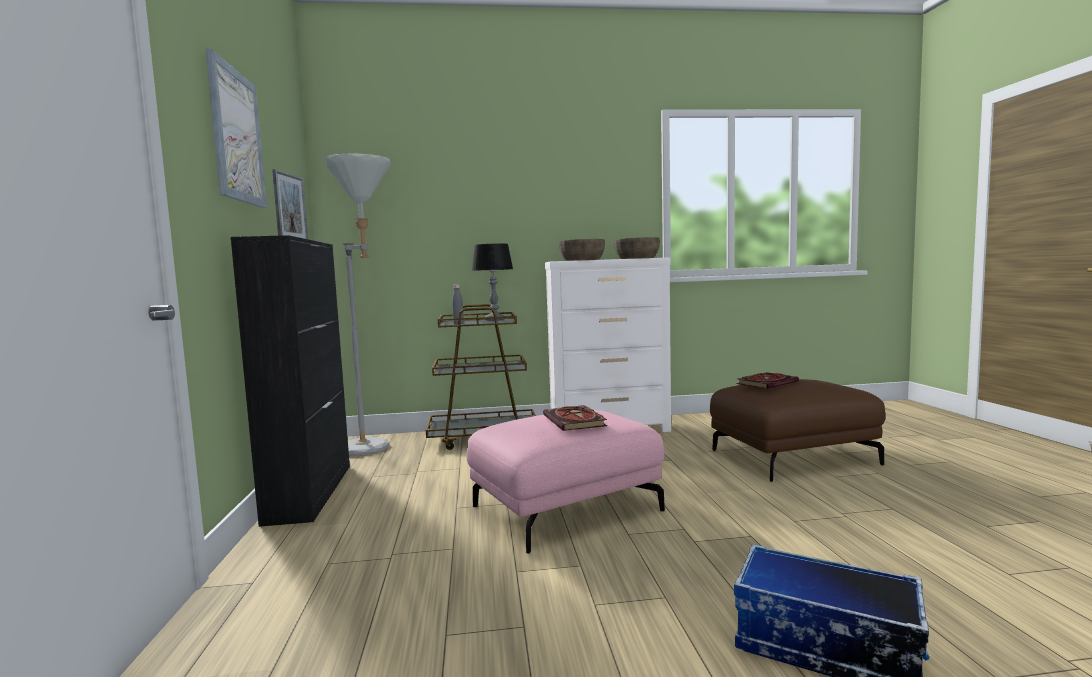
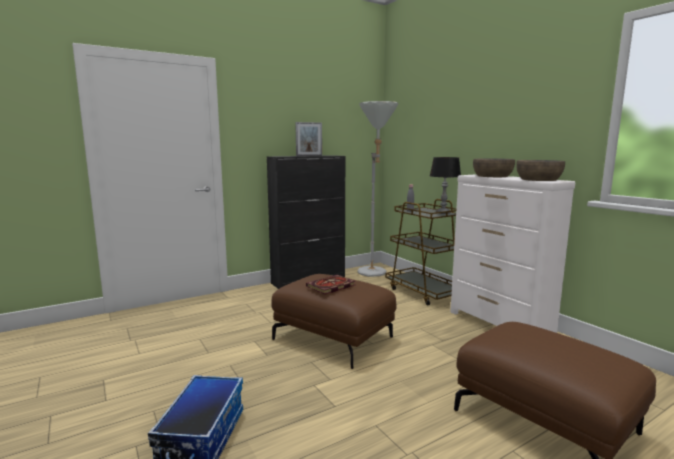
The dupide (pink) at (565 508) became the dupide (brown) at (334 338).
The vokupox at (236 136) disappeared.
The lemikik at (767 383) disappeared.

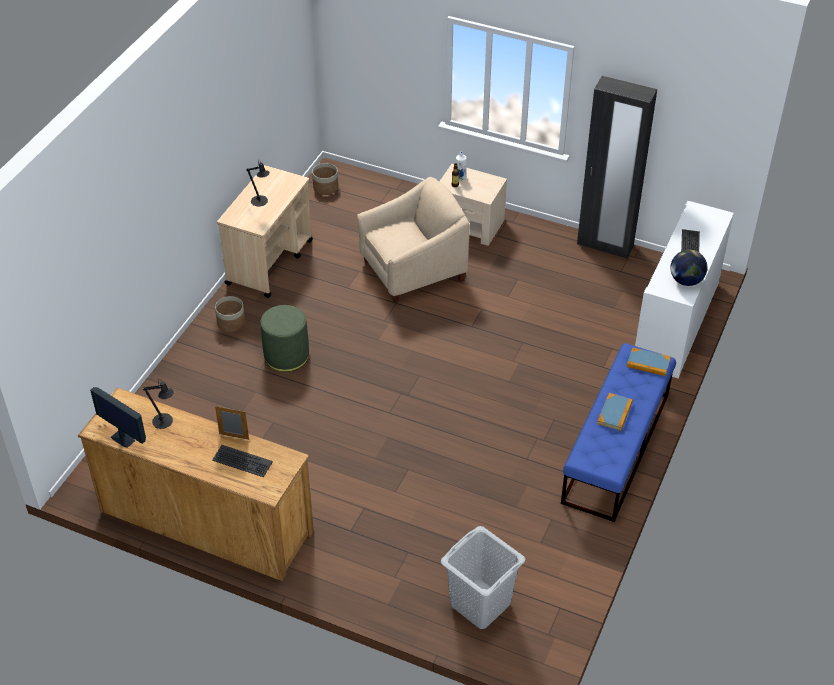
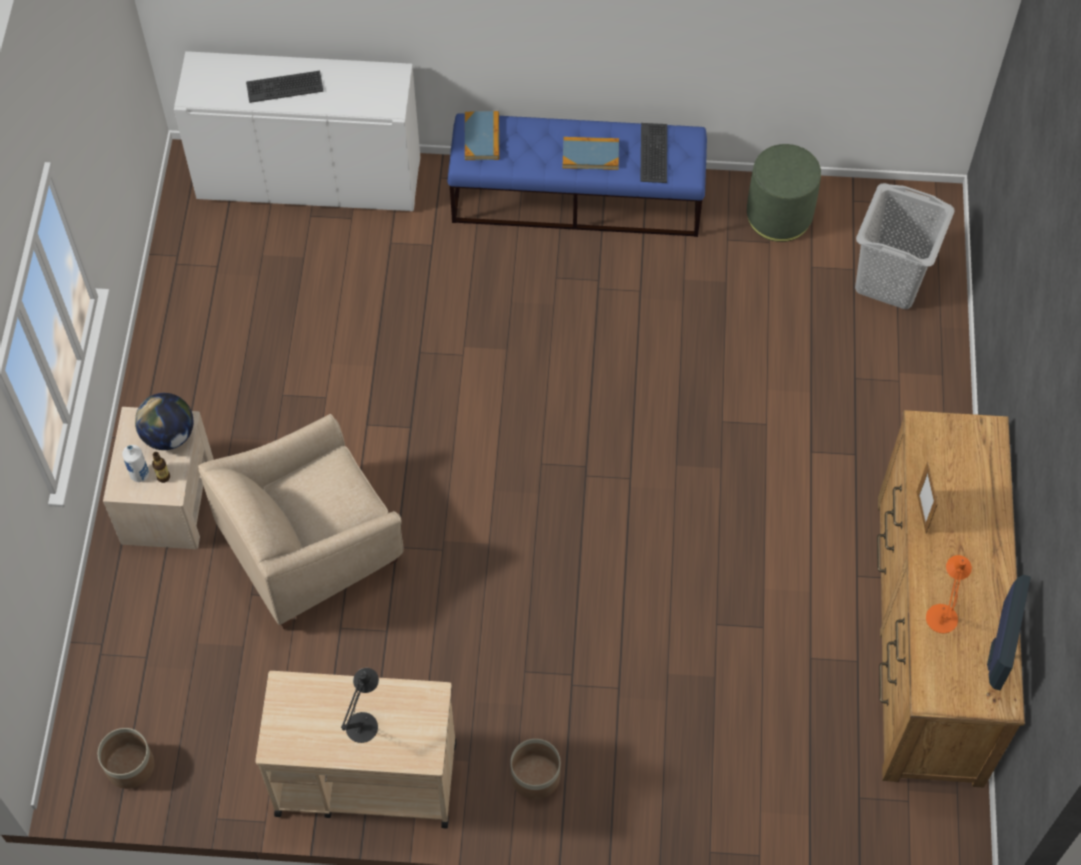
The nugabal moved from (686 281) to (169 435).
The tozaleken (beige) at (413 270) turned 75 degrees counterclockwise.
The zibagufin moved from (242 461) to (654 153).
The dupide (green) moved from (286 356) to (779 215).
The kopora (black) at (165 422) became the kopora (orange) at (942 614).
The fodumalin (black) at (605 245) disappeared.

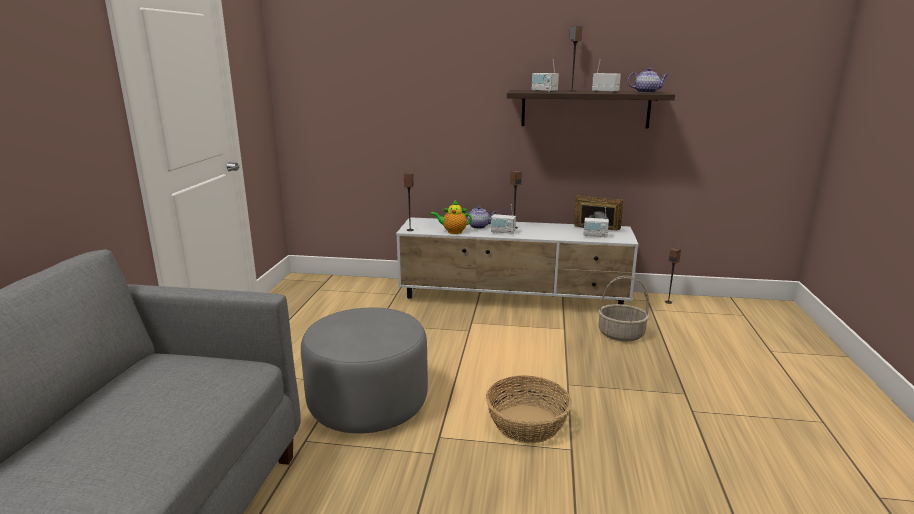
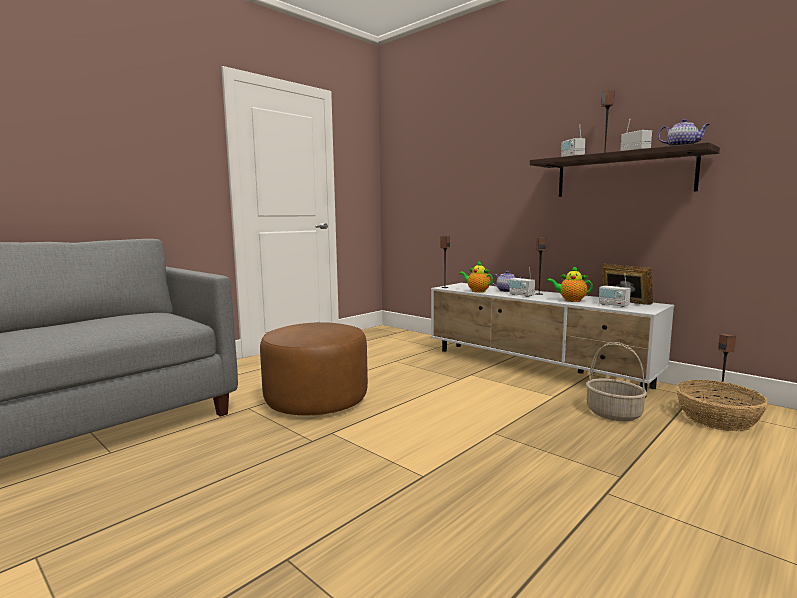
The dupide (grey) at (368 403) became the dupide (brown) at (316 401).
The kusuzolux at (570 300) appeared.
The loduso moved from (527 423) to (718 419).

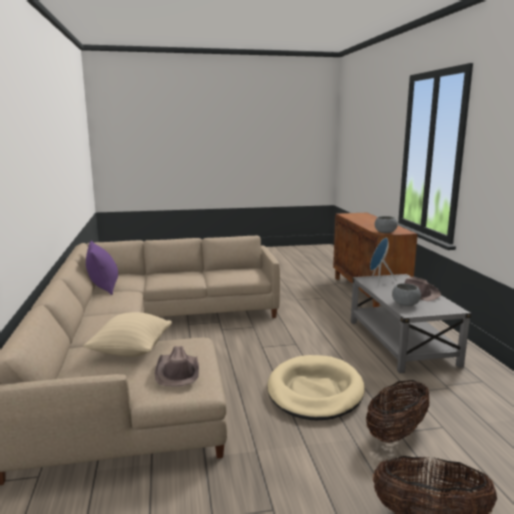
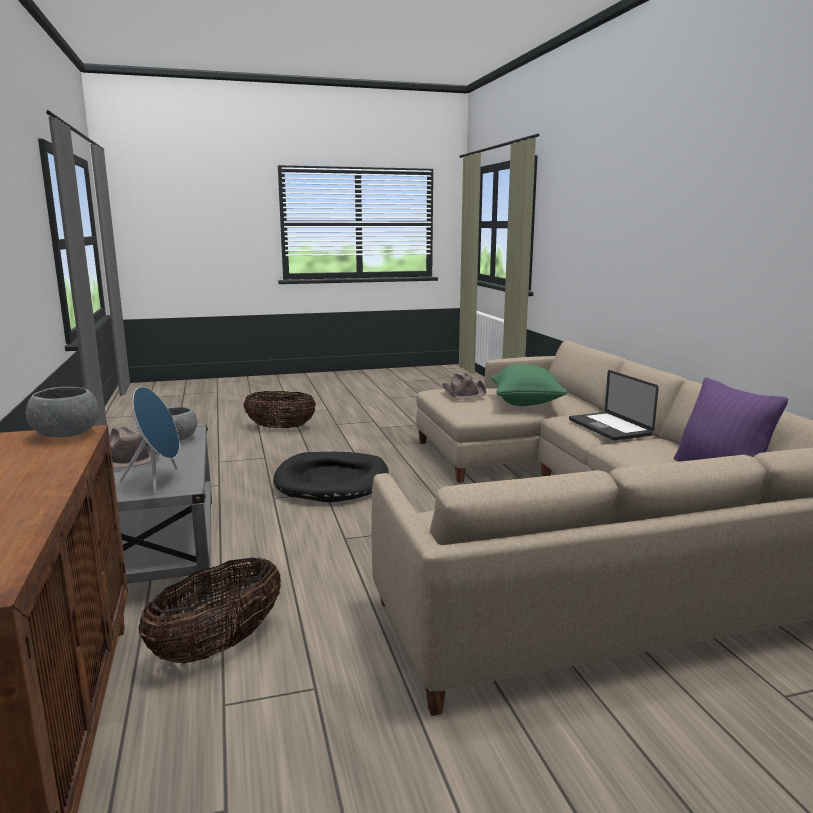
The loduso moved from (396 433) to (218 646).
The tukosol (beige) at (315 391) became the tukosol (black) at (332 481).
The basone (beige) at (131 351) became the basone (green) at (526 403).
The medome at (609 427) appeared.

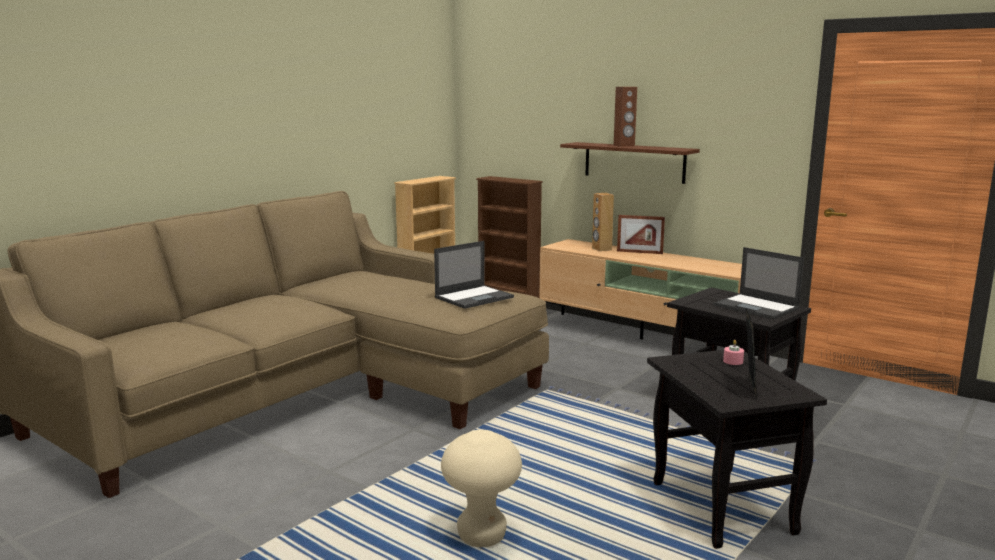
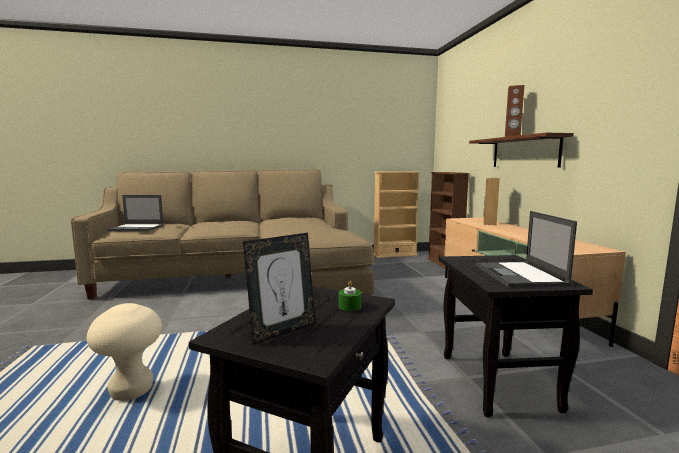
The medome moved from (474 297) to (137 228).
The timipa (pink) at (733 361) became the timipa (green) at (349 306).
The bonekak at (639 252) disappeared.

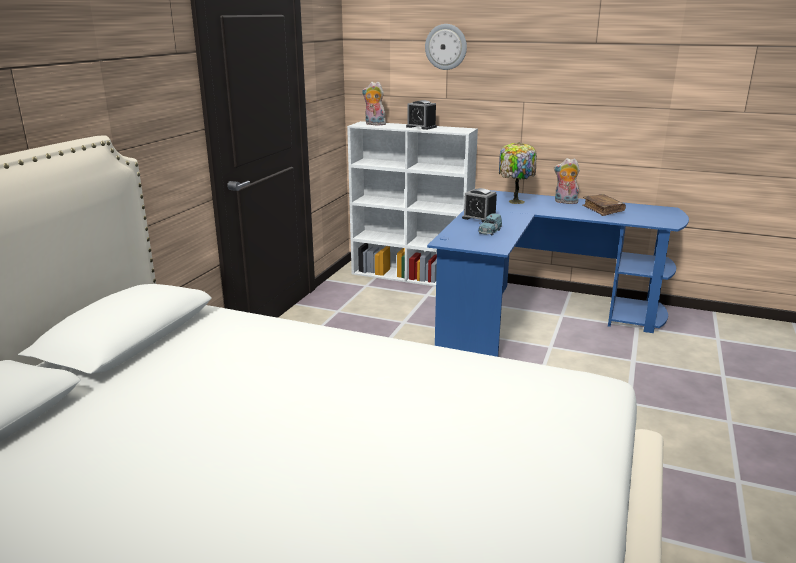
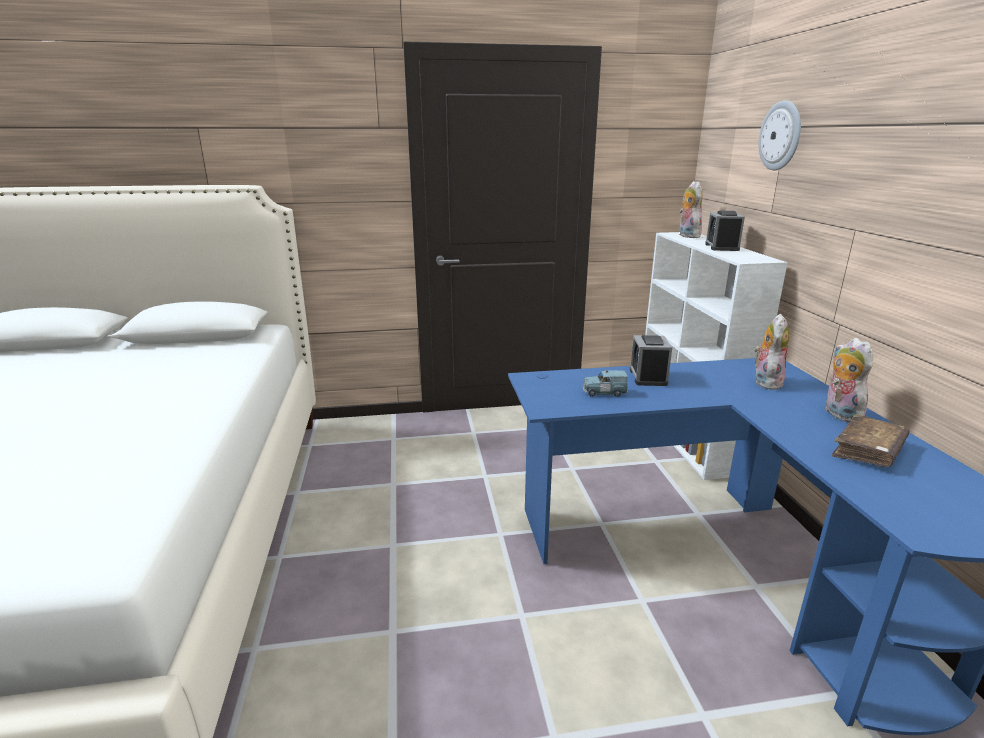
The kopora at (515 201) was replaced by the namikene at (765 382).

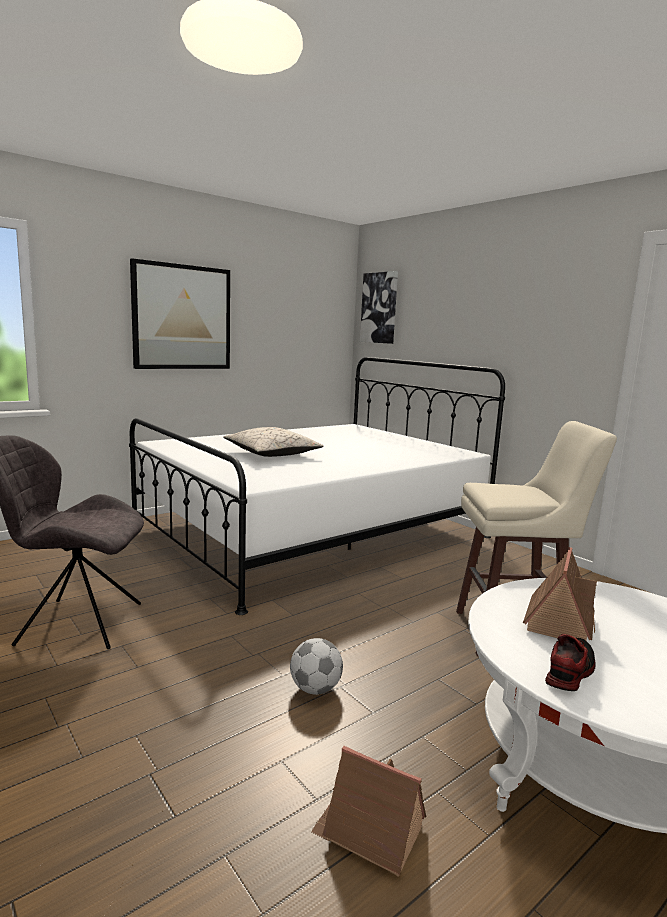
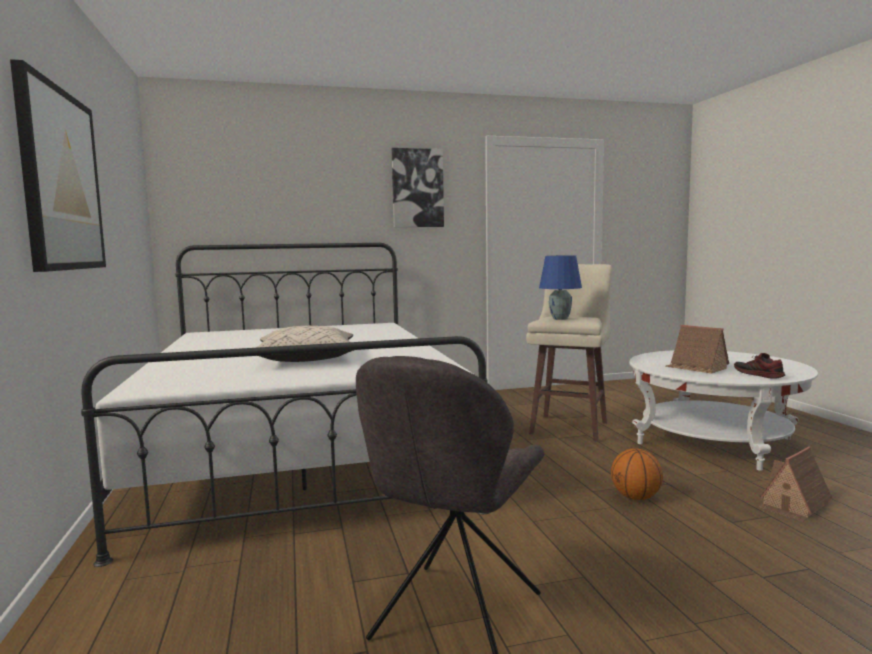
The vokupox moved from (379 308) to (417 188).
The kopora (blue) at (559 319) appeared.
The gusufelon at (315 689) was replaced by the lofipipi at (636 497).

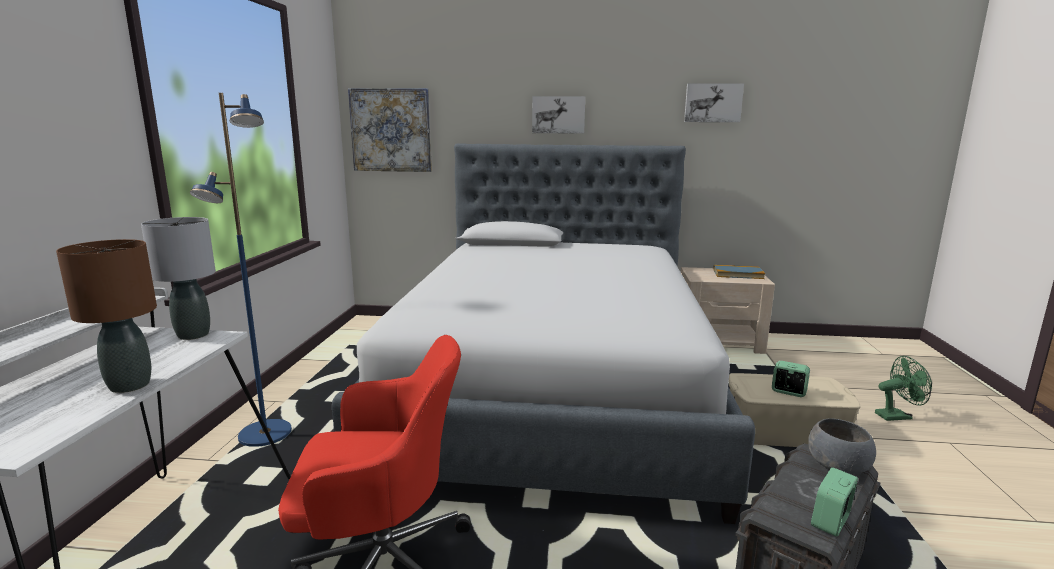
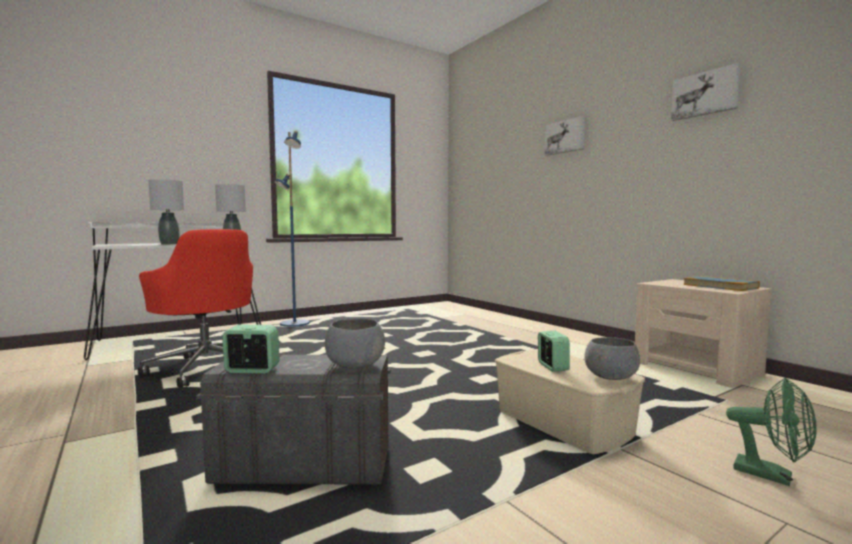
The kopora (brown) at (129 386) became the kopora (grey) at (169 244).
The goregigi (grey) at (610 377) appeared.
The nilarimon at (553 389) disappeared.
The vokupox at (391 130) disappeared.

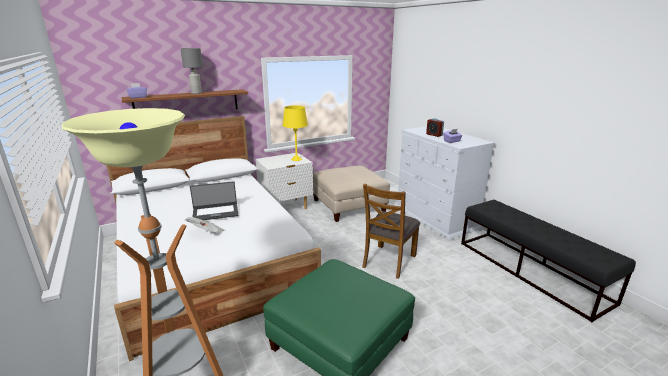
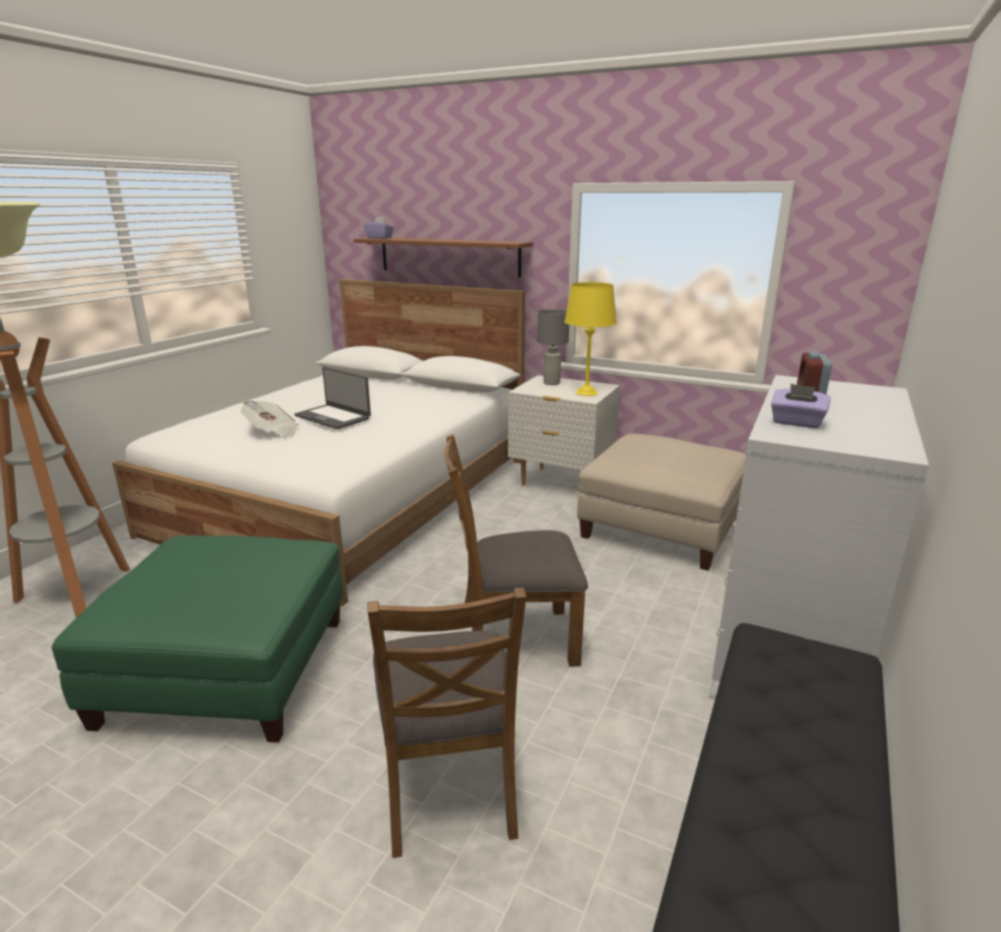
The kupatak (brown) at (448 784) appeared.
The kopora (grey) moved from (196 93) to (551 383).

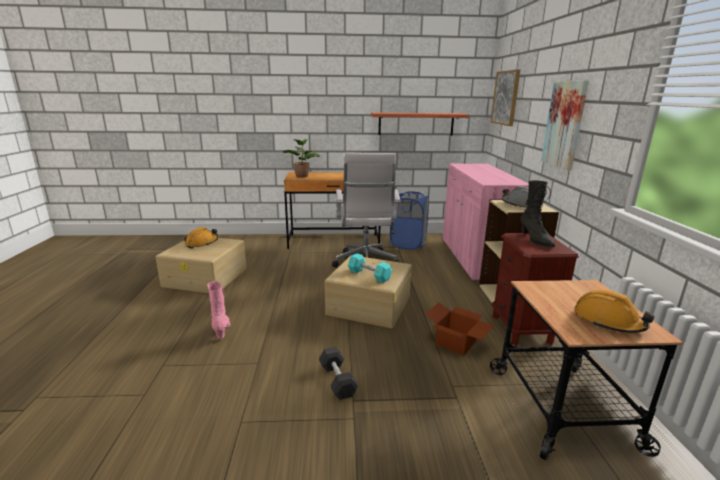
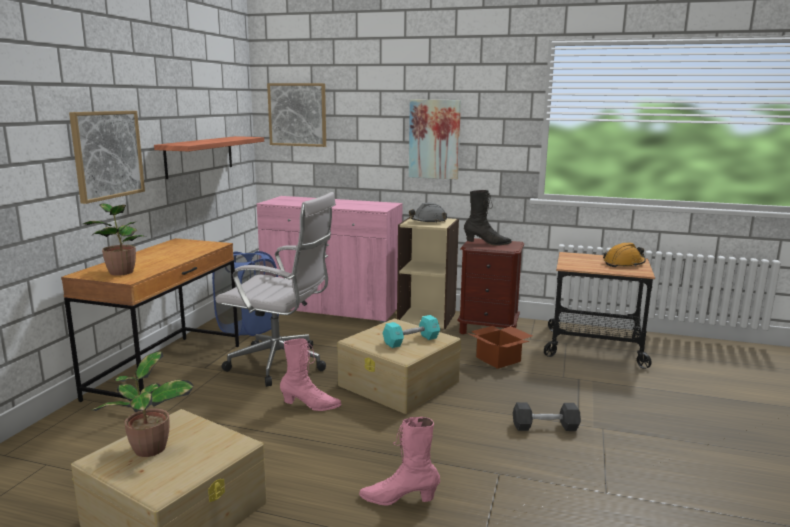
The vokupox at (107 154) appeared.
The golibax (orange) at (202 243) was replaced by the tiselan at (149 450).
The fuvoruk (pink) at (310 405) appeared.

